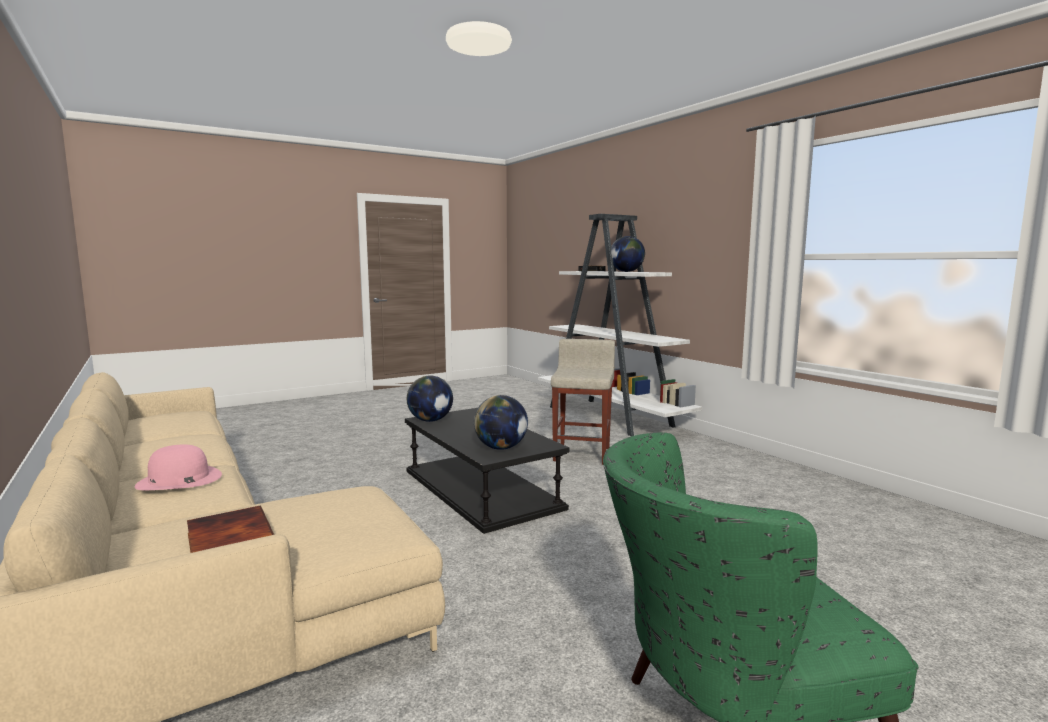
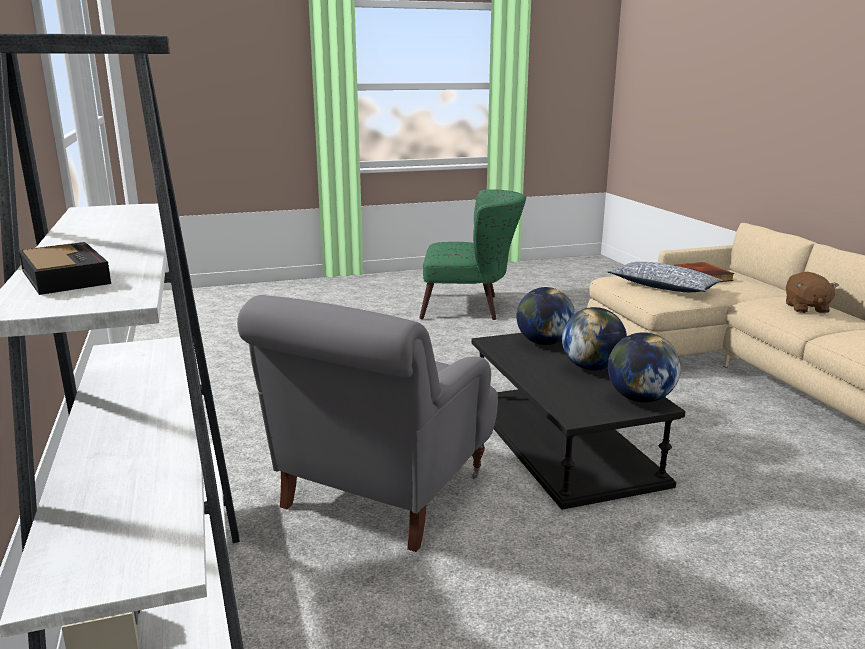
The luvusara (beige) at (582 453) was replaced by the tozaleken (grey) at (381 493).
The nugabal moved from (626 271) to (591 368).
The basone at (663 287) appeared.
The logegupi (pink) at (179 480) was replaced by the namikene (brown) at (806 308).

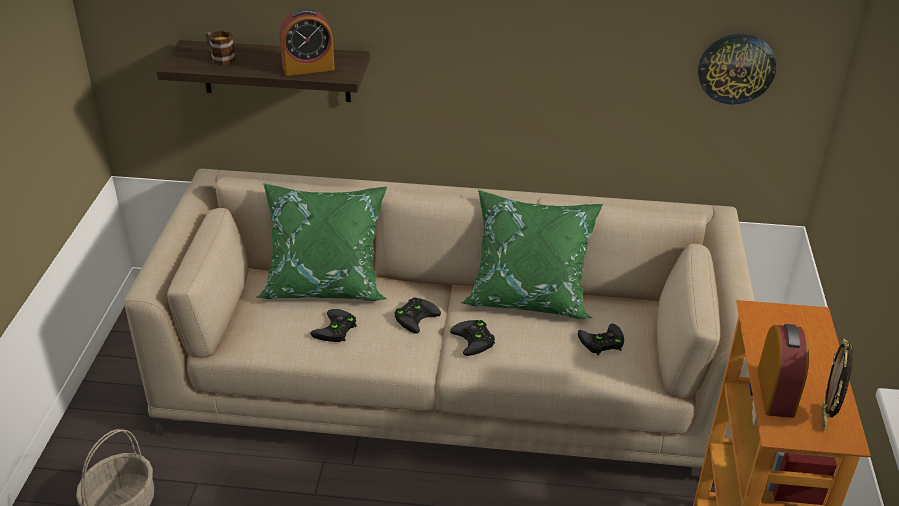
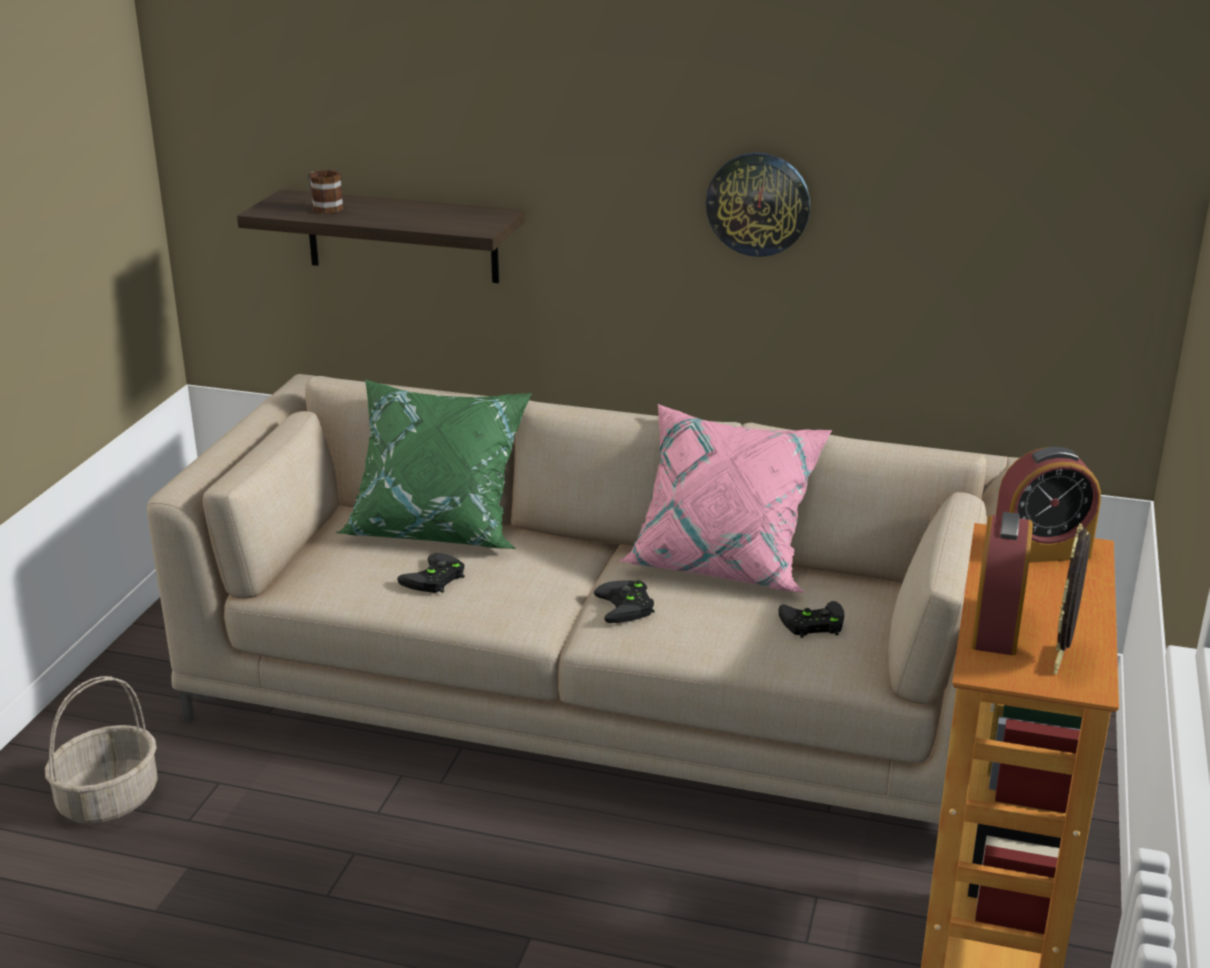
The basone (green) at (529 295) became the basone (pink) at (722 562).
The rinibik moved from (736 68) to (758 204).
The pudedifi moved from (308 68) to (1041 551).
The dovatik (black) at (415 316) disappeared.

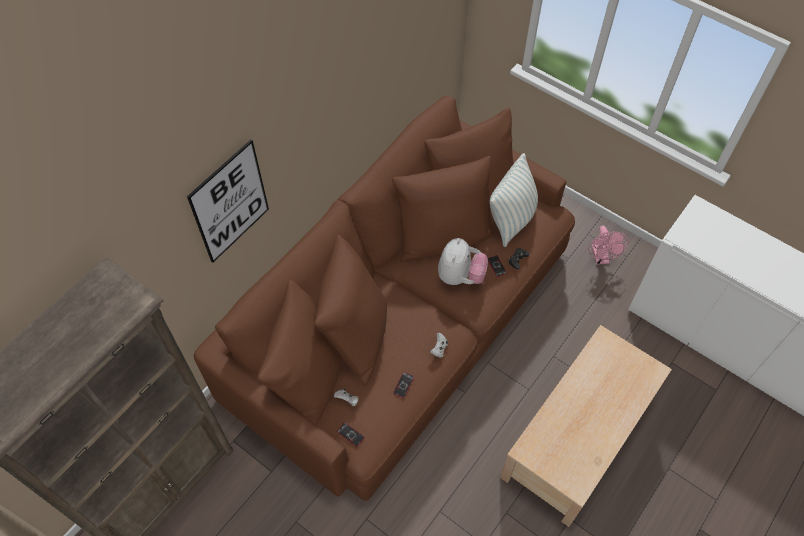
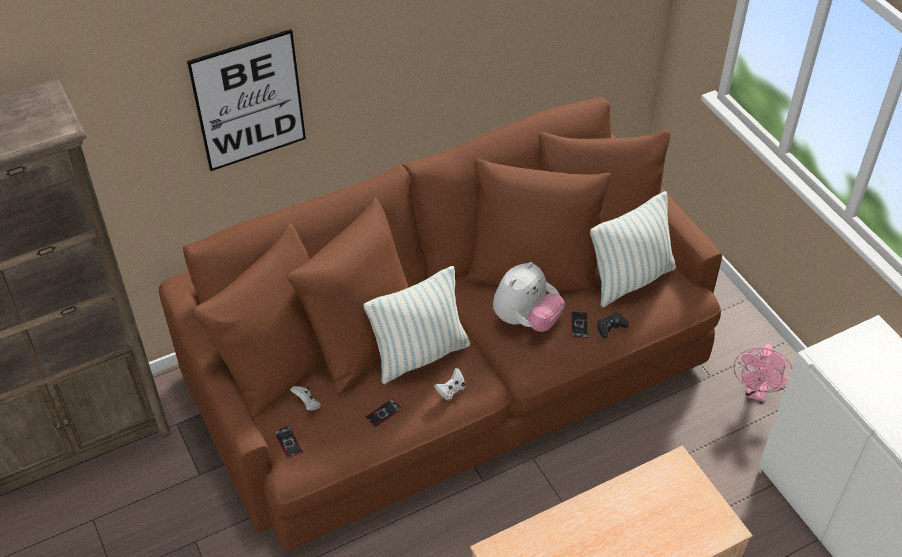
The basone at (420 355) appeared.

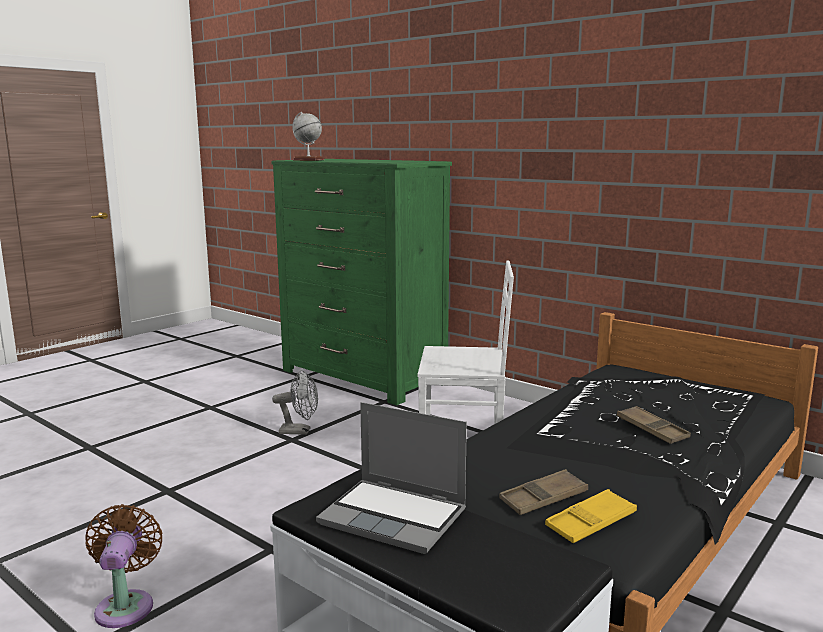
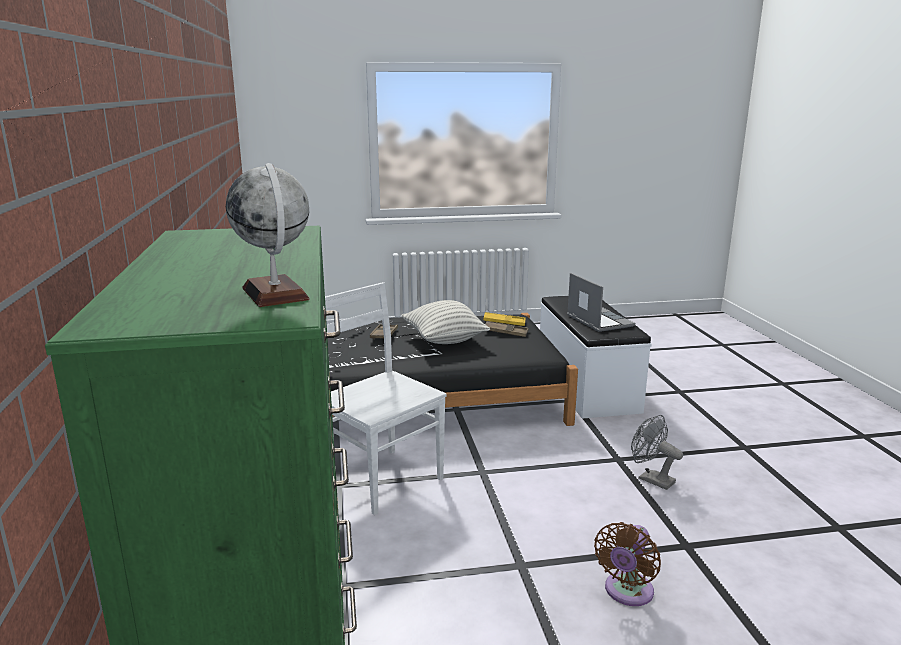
The basone at (444 340) appeared.
The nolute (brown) moved from (126 605) to (627 592).
The nolute (grey) moved from (300 431) to (651 479).

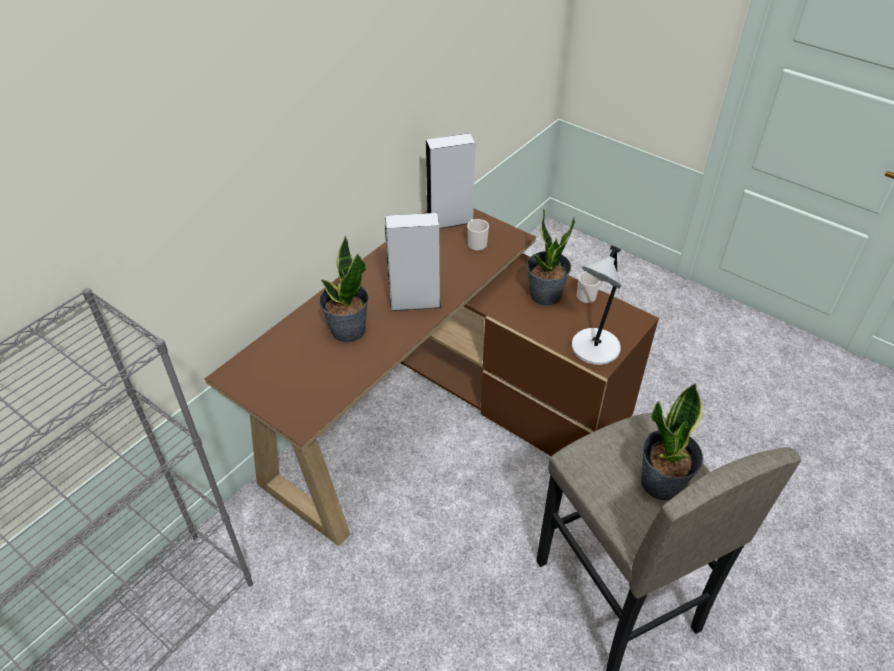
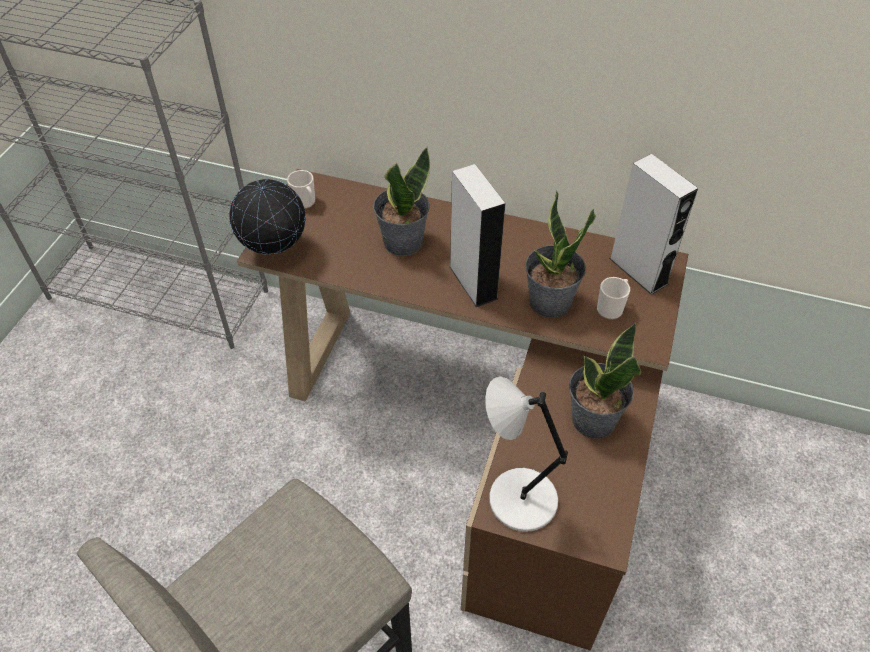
The nugabal at (274 250) appeared.
The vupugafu moved from (588 296) to (305 203).
The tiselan moved from (662 483) to (549 302).

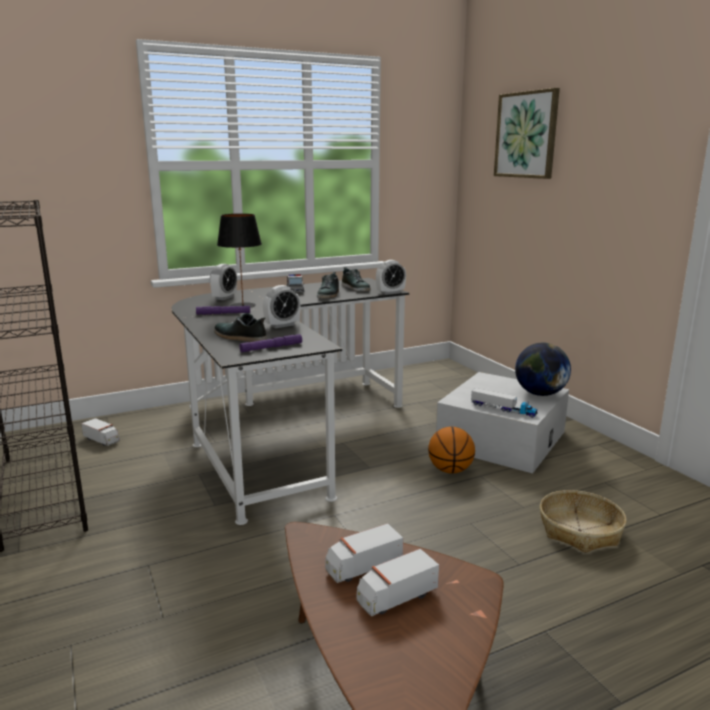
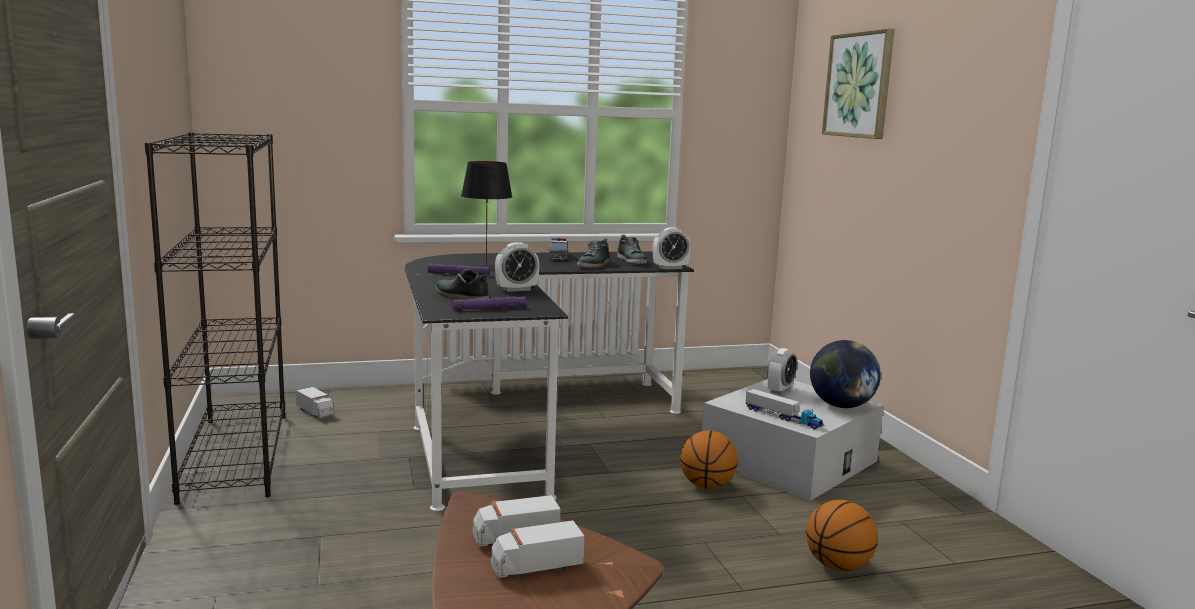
The pudedifi moved from (224 298) to (779 390).
The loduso at (580 530) was replaced by the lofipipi at (838 566).

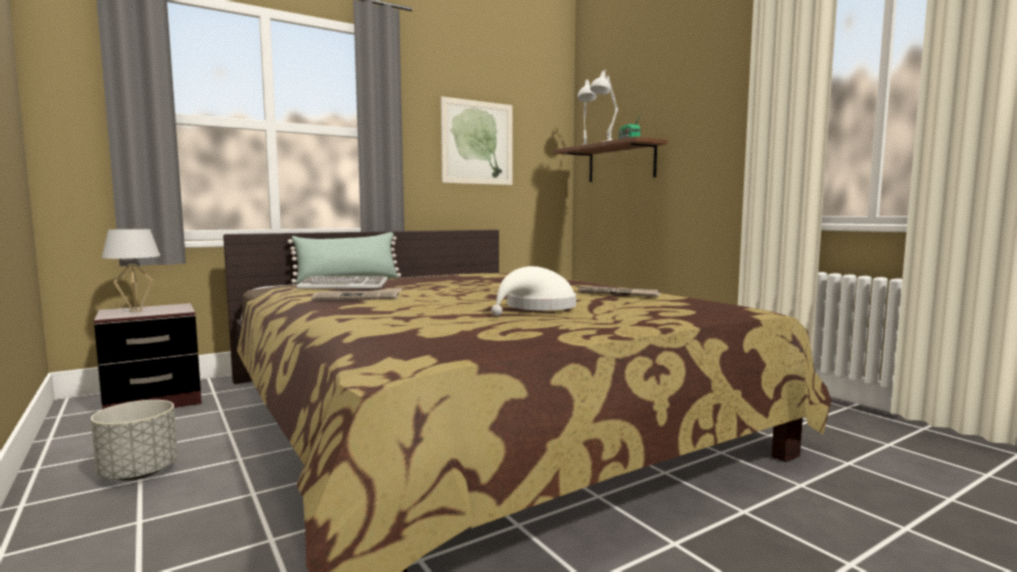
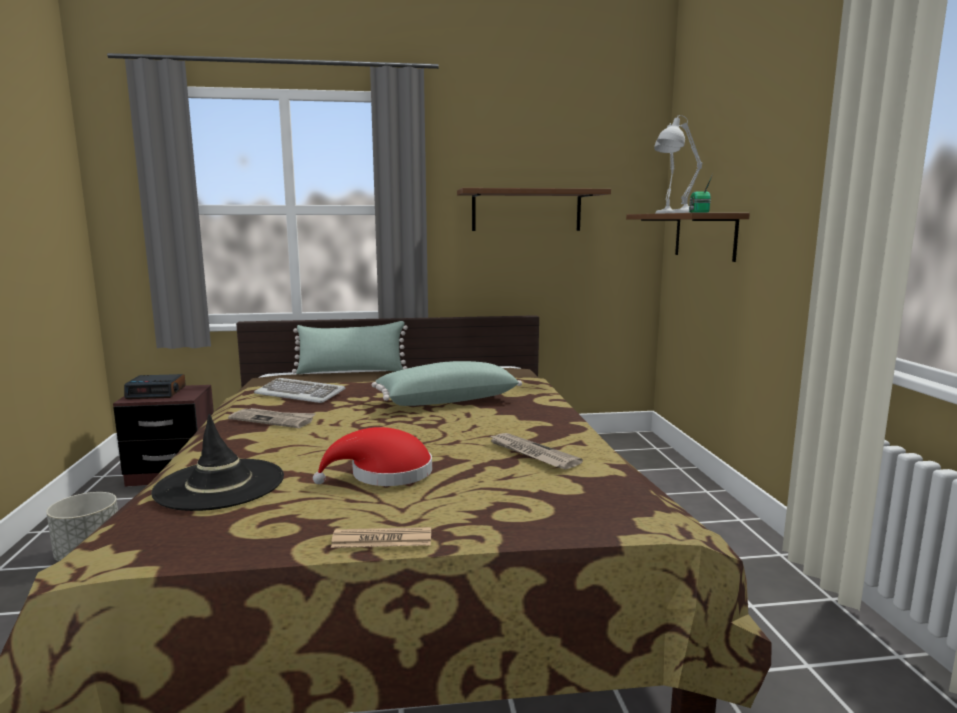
The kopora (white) at (136 311) was replaced by the pudedifi at (157 392).
The logegupi (black) at (220 485) appeared.
The logegupi (white) at (537 308) became the logegupi (red) at (384 474).
The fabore at (382 539) appeared.
The basone (green) at (446 400) appeared.
The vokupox at (477 143) was replaced by the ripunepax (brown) at (526 210).

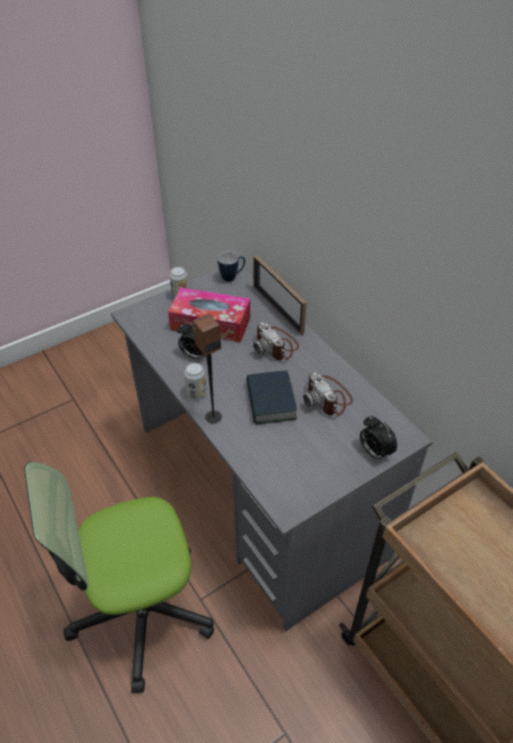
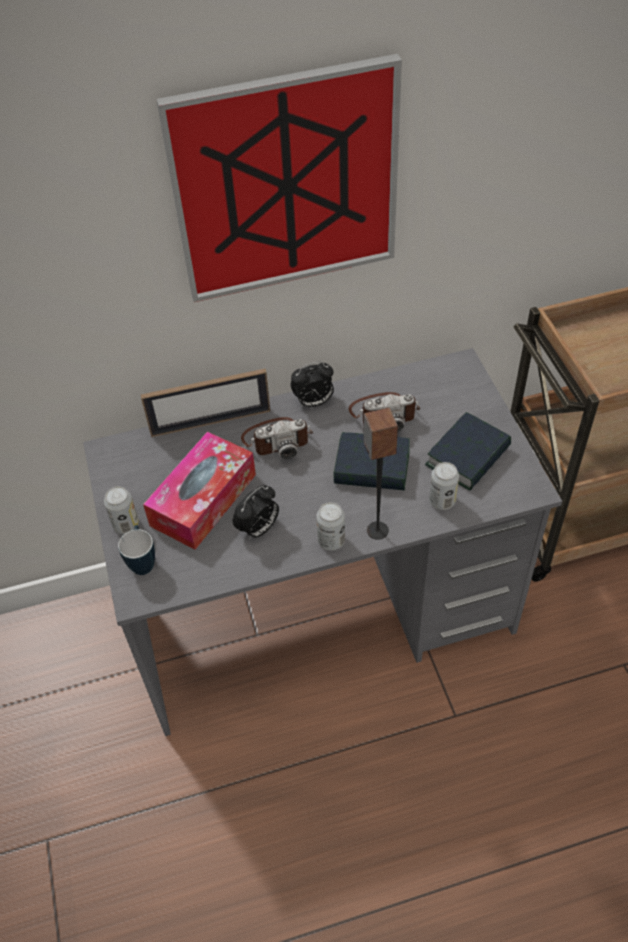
The vupugafu moved from (232 277) to (143 561).
The vokupox at (286 183) appeared.
The pudedifi moved from (374 452) to (313 402).
The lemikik at (468 457) appeared.
The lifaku at (442 501) appeared.
The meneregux at (141 611) disappeared.

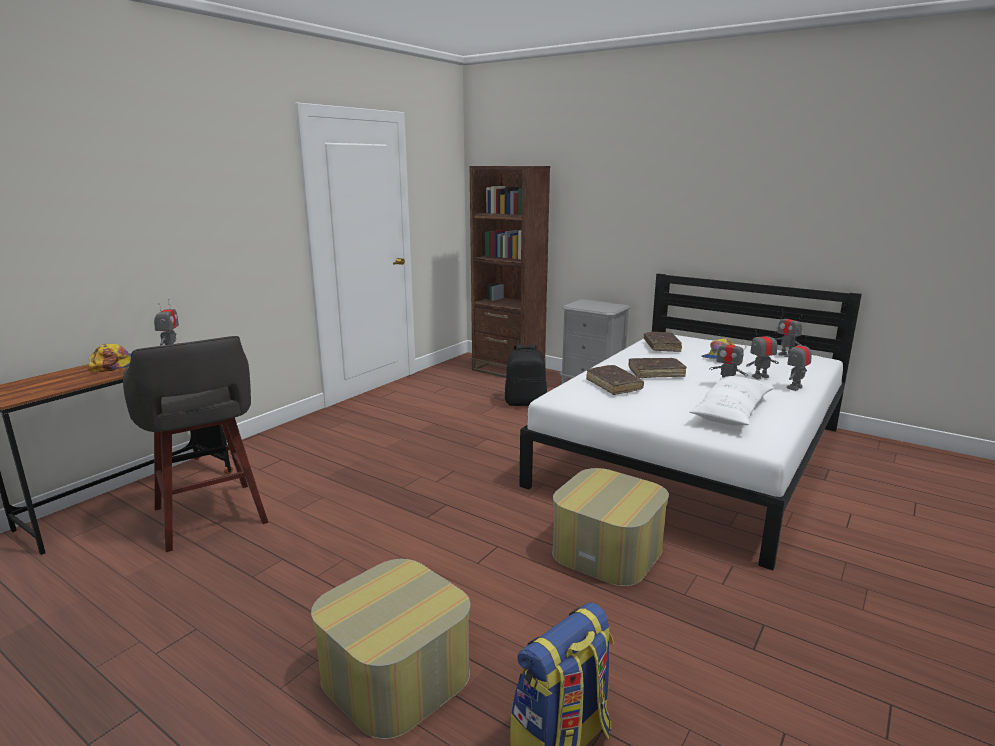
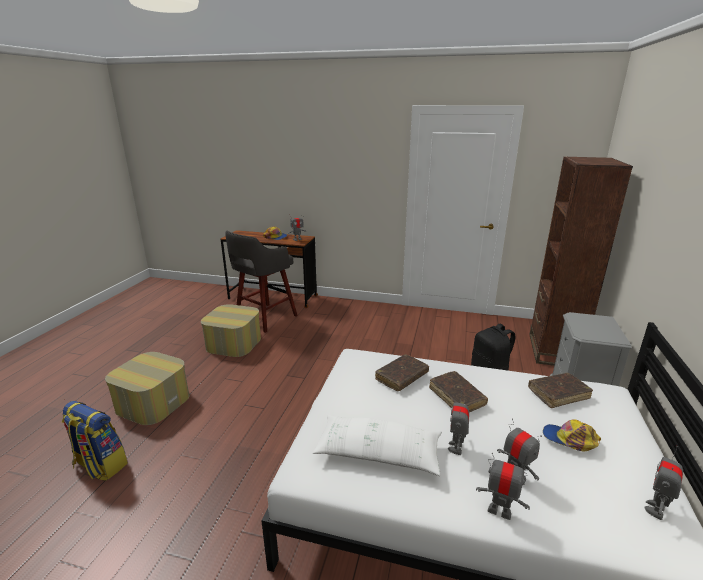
The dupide moved from (607 550) to (234 343).

